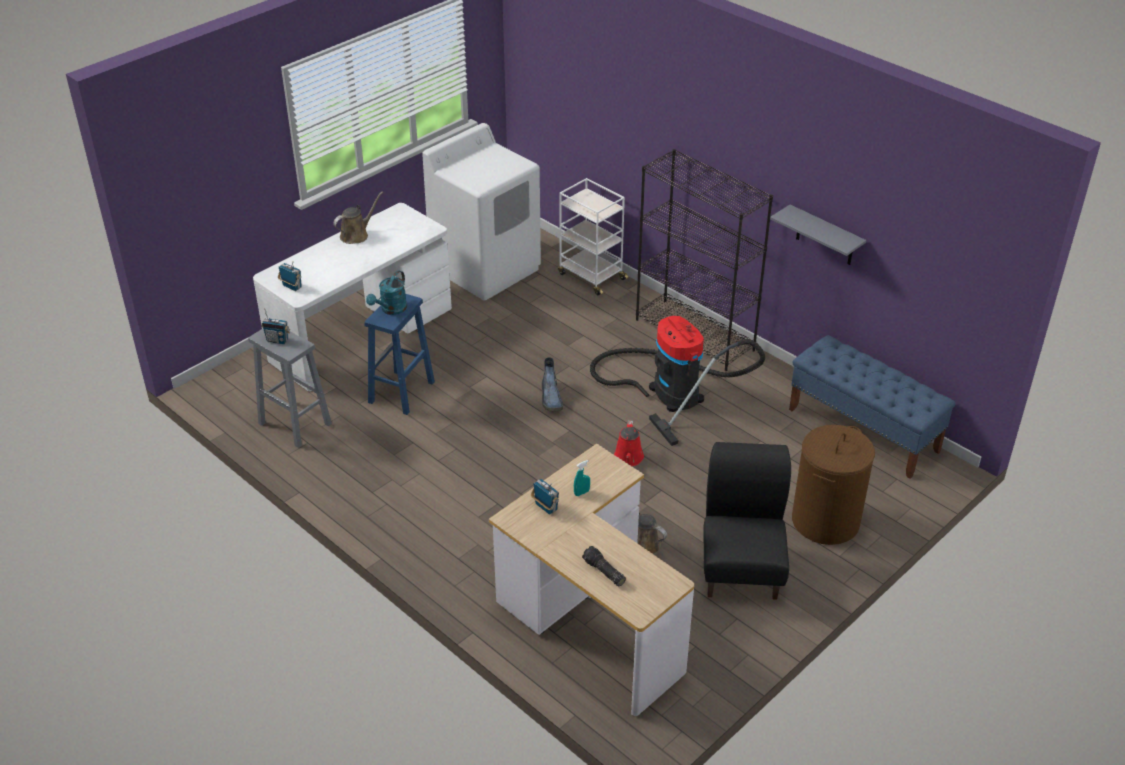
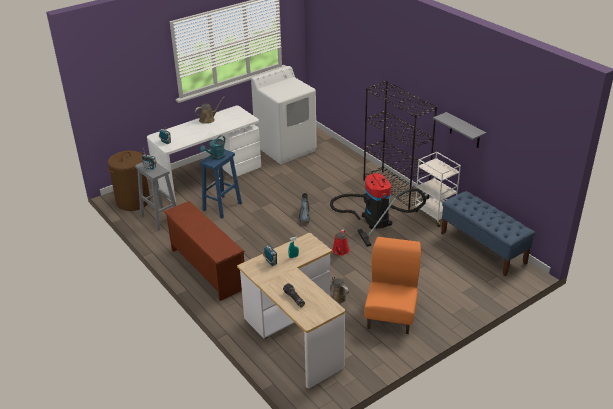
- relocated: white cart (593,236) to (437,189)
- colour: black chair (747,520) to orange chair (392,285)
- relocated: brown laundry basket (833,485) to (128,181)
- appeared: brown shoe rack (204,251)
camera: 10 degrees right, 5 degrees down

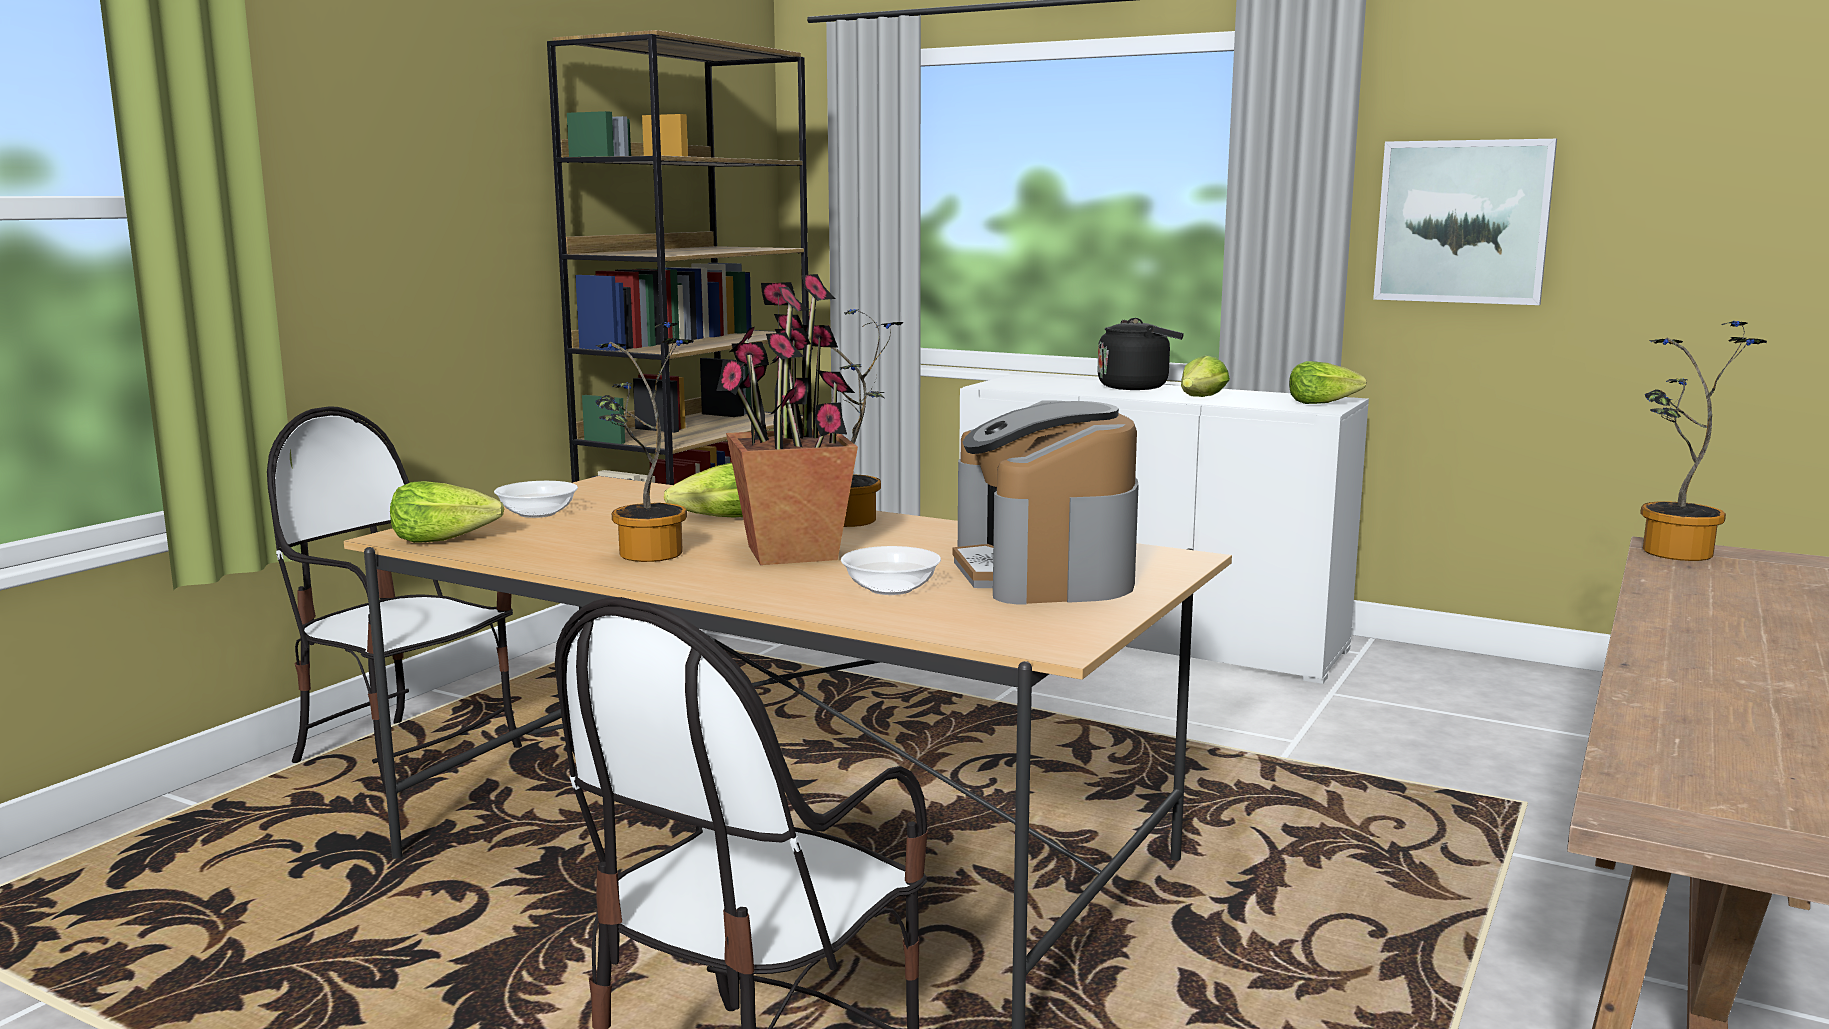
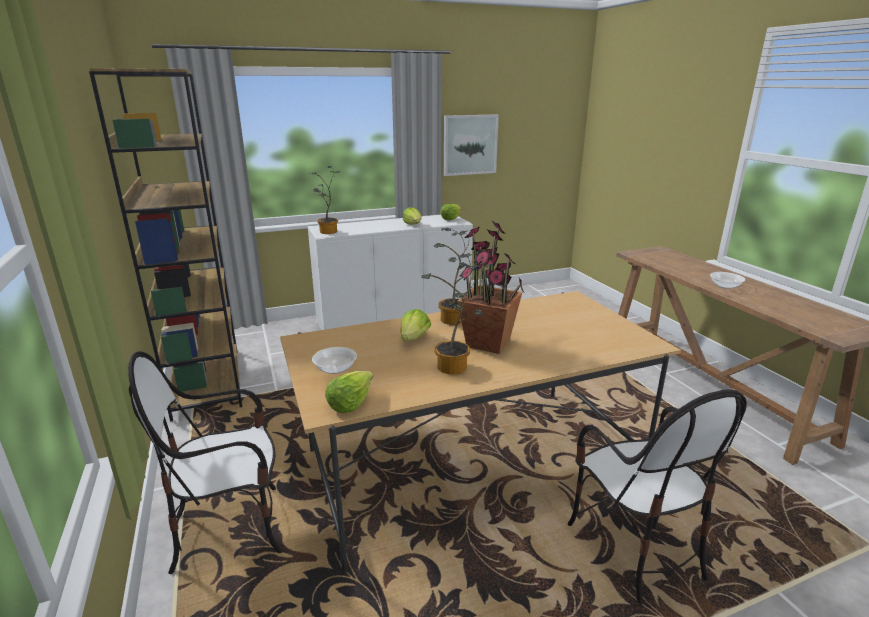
- relocated: bowl (891,570) to (727,280)
- missing: coffee machine (1046,502)
- missing: black kettle (1140,354)
- relocated: potted plant (1703,441) to (323,200)
camera: 50 degrees left, 10 degrees up

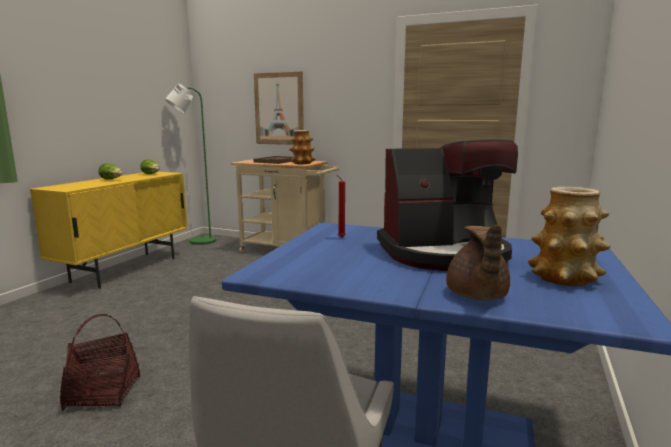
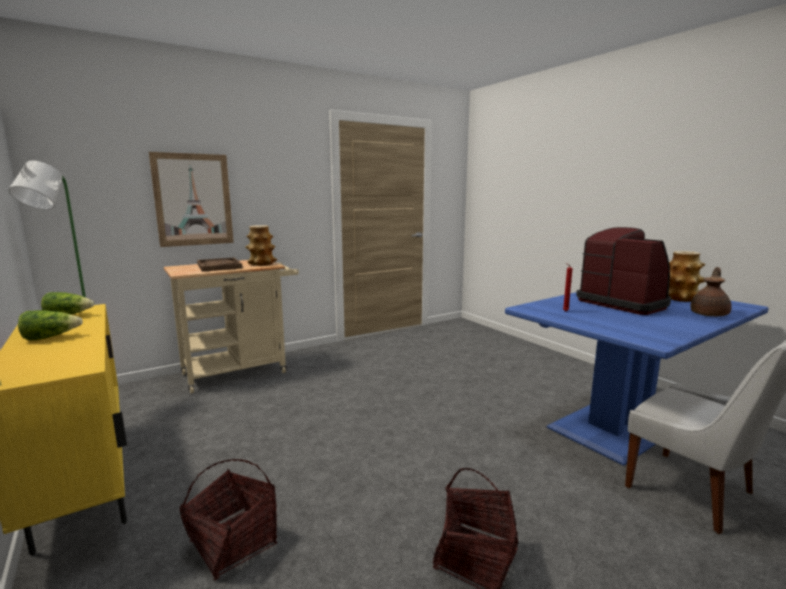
- spun: coffee machine (447,205) = (623,271) 60 degrees counterclockwise
- spun: brown teapot (478,262) = (711,291) 90 degrees counterclockwise
- appeared: basket (228,519)
camera: 55 degrees left, 0 degrees up

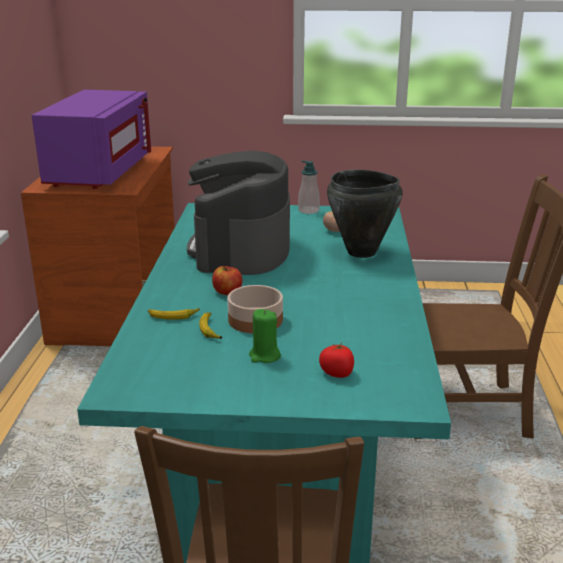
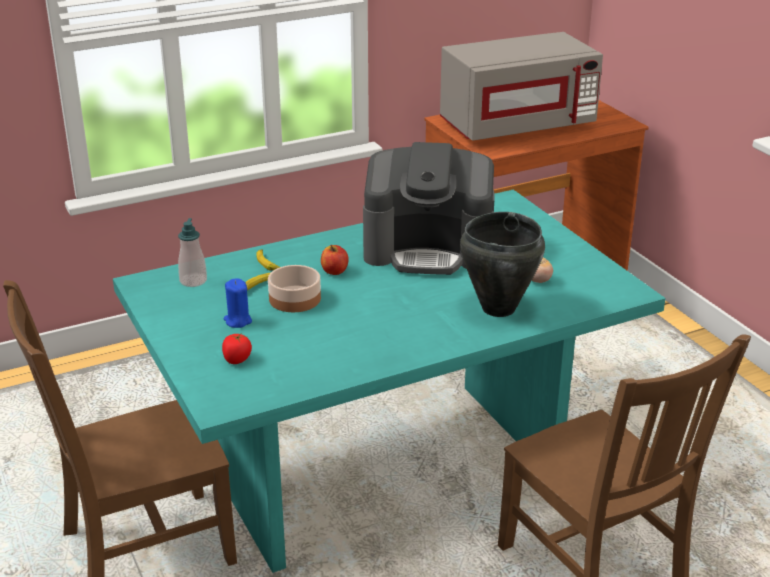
- colour: purple microwave (91,139) to grey microwave (521,86)
- spun: coffee machine (238,213) = (429,208) 150 degrees counterclockwise
- colour: green candle (265,336) to blue candle (238,303)
- relocated: soap dispenser (309,187) to (192,252)
camera: 60 degrees right, 5 degrees up

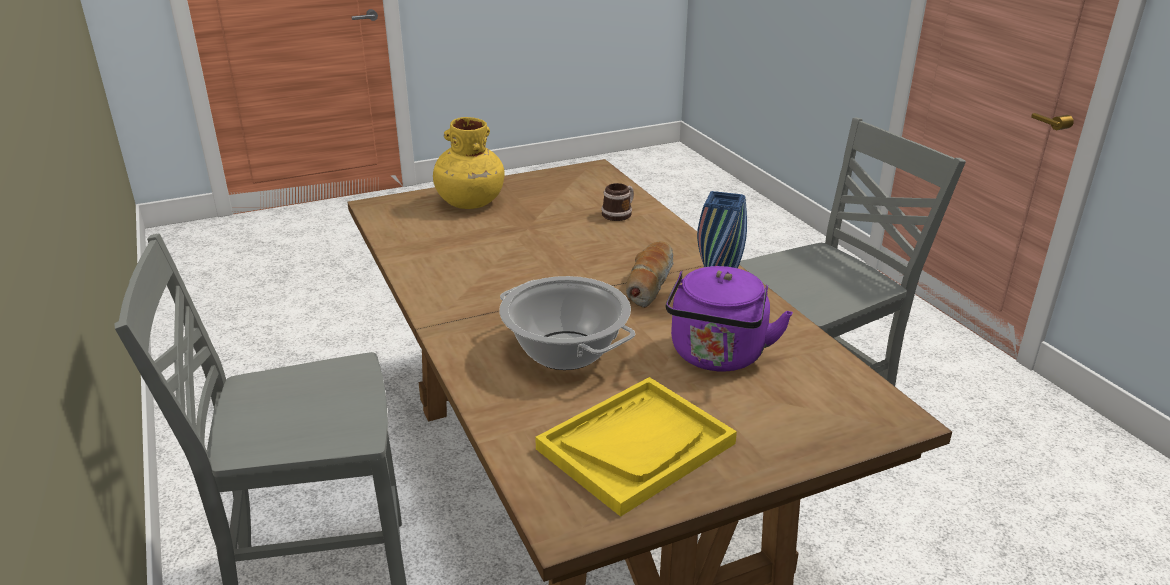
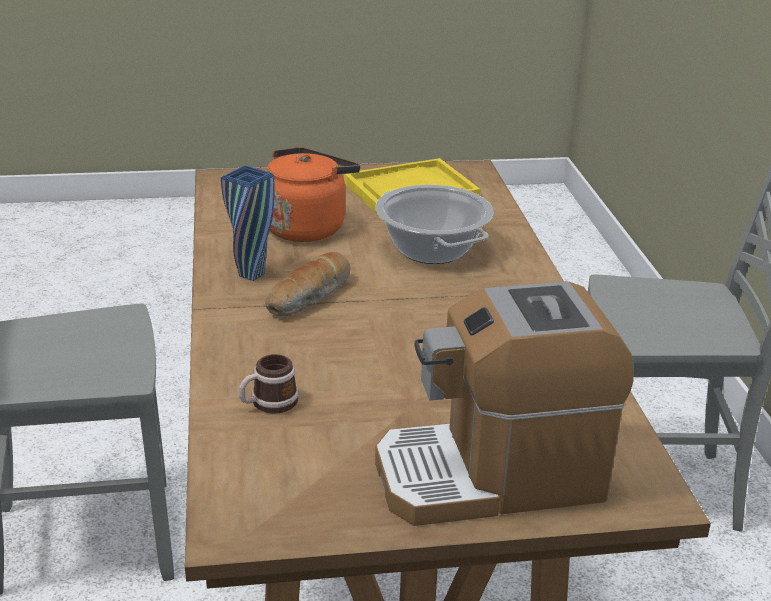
- exchanged: yellow vase (469,163) to coffee machine (504,403)
- colour: purple kettle (729,318) to orange kettle (308,194)
camera: 165 degrees left, 0 degrees up

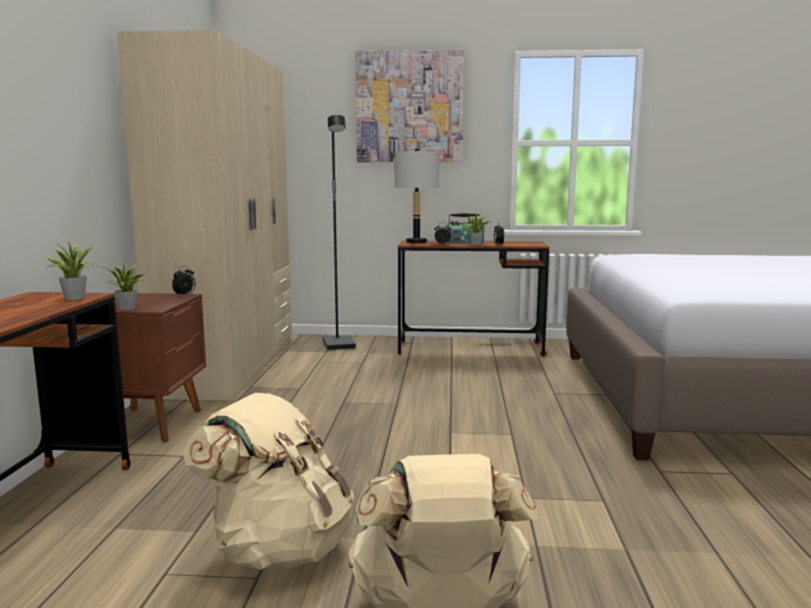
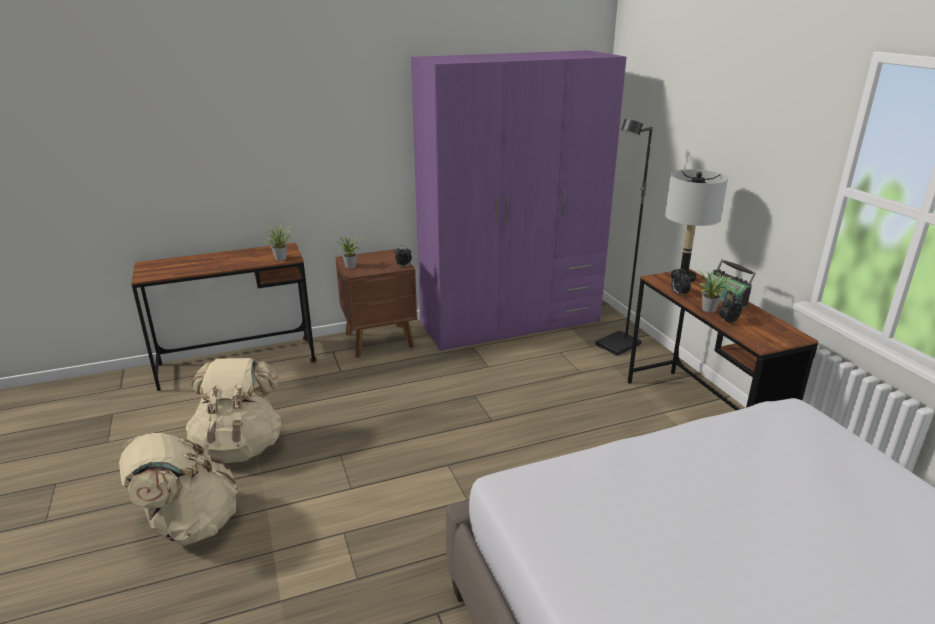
- colour: beige wardrobe (204,215) to purple wardrobe (518,200)
- missing: picture (409,106)
camera: 65 degrees right, 15 degrees up

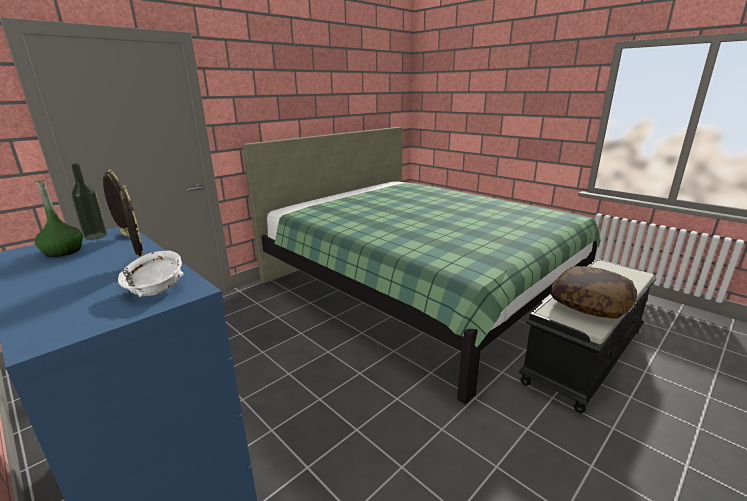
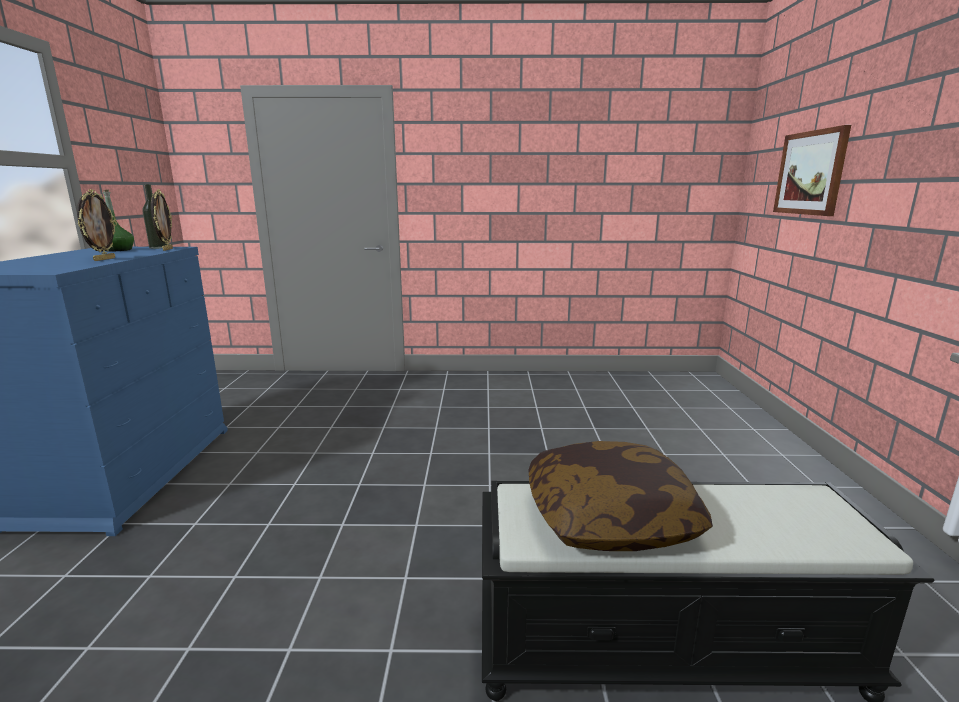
- missing: white bowl (150,274)
- missing: green bed (421,266)
- appeared: picture (812,170)
camera: 45 degrees right, 5 degrees down

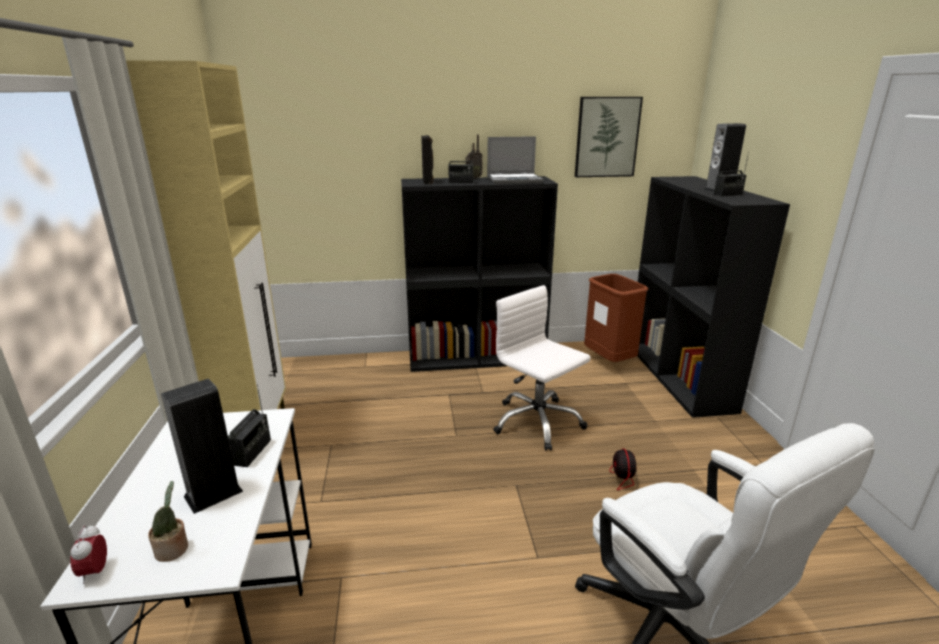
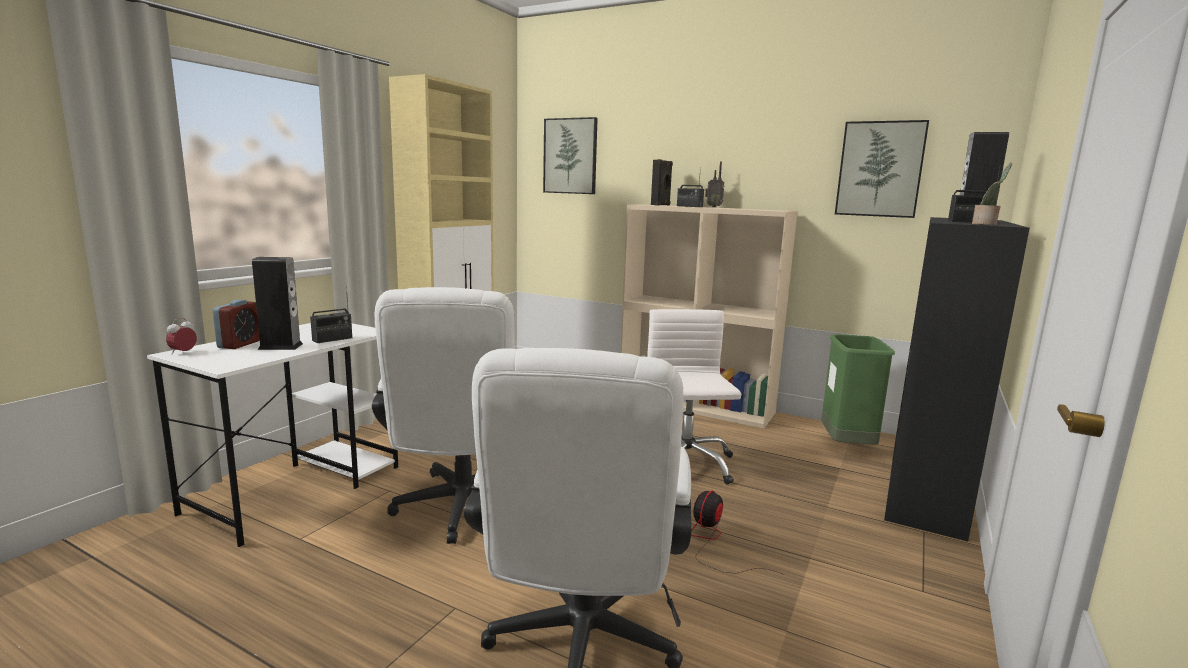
- relocated: potted plant (168,521) to (992,194)
- colour: black bookcase (479,274) to beige bookcase (708,316)
- missing: laptop (515,160)
- colour: brown trash can (616,318) to green trash can (858,389)
- appeared: alarm clock (236,324)
- appeared: white office chair (443,415)
- appeared: picture (570,155)
camera: 35 degrees right, 10 degrees down

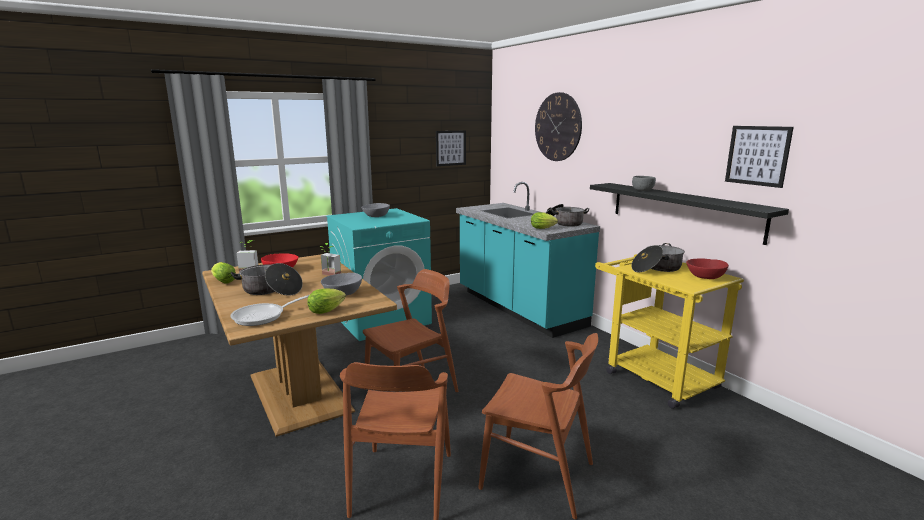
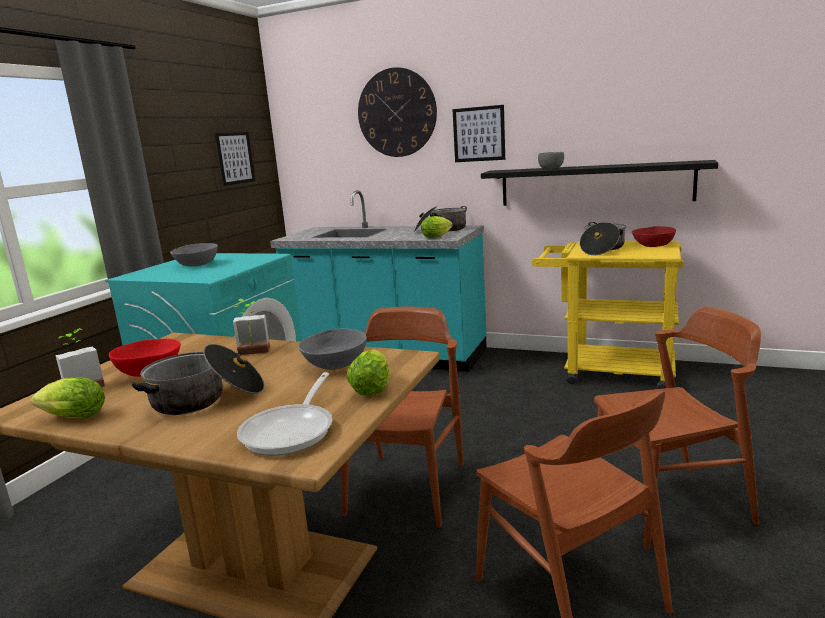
- relocated: picture (759,157) to (479,133)
camera: 35 degrees left, 0 degrees up

